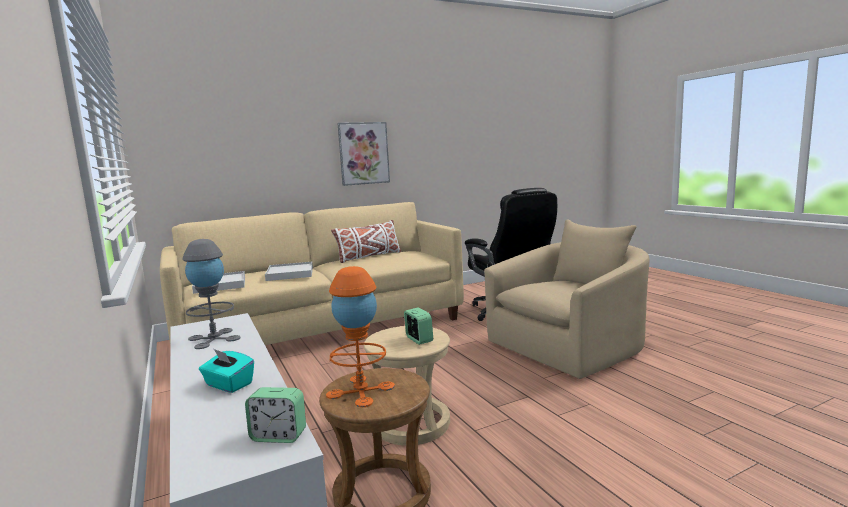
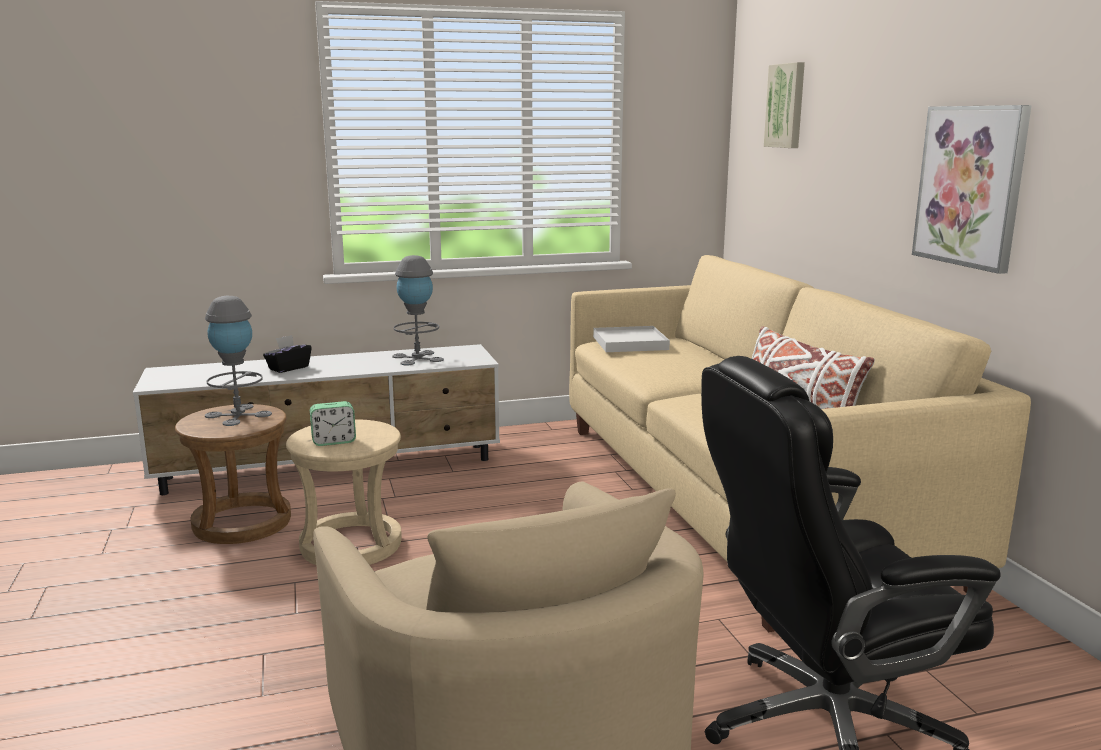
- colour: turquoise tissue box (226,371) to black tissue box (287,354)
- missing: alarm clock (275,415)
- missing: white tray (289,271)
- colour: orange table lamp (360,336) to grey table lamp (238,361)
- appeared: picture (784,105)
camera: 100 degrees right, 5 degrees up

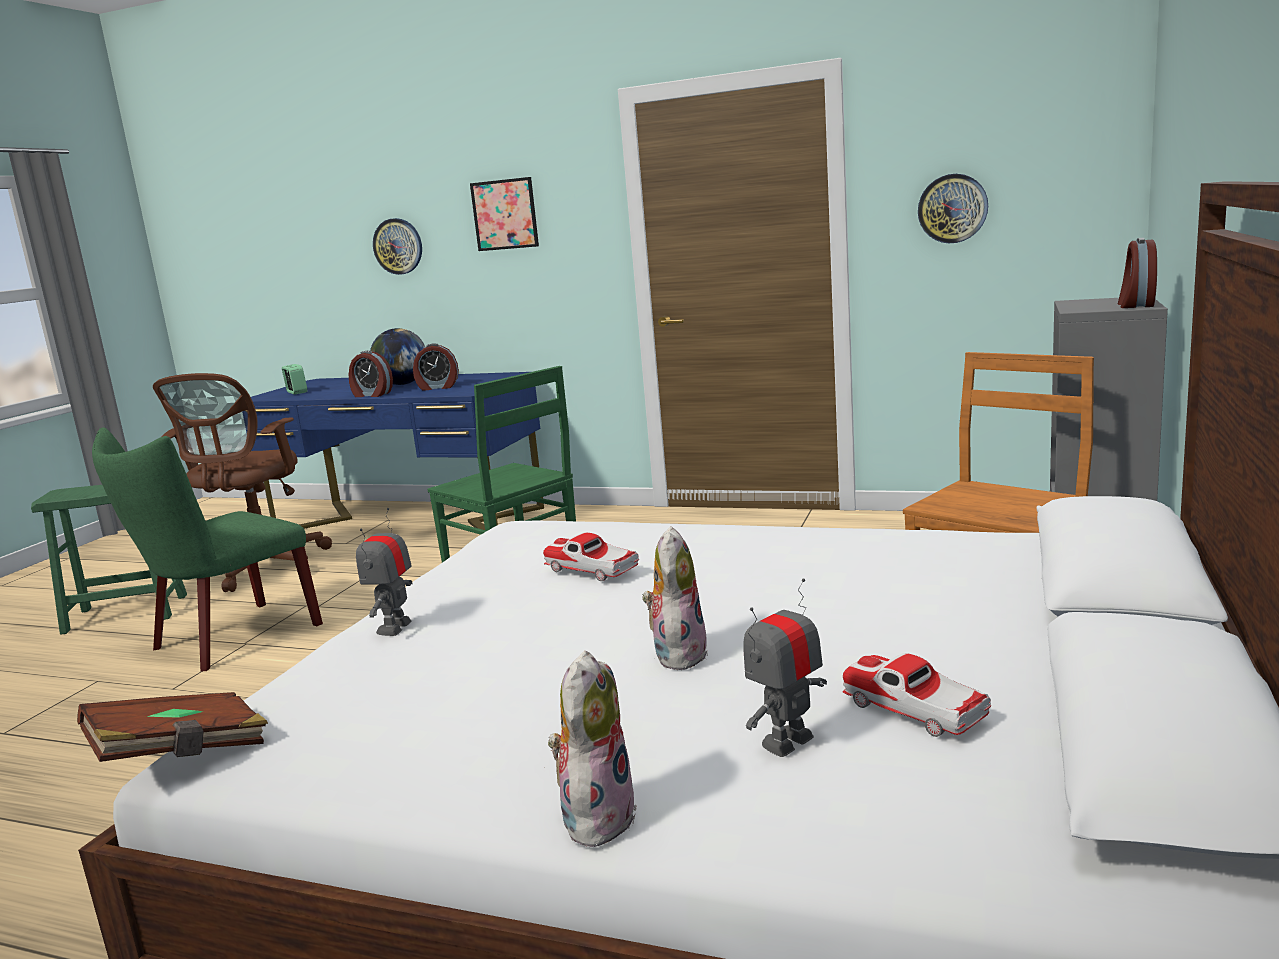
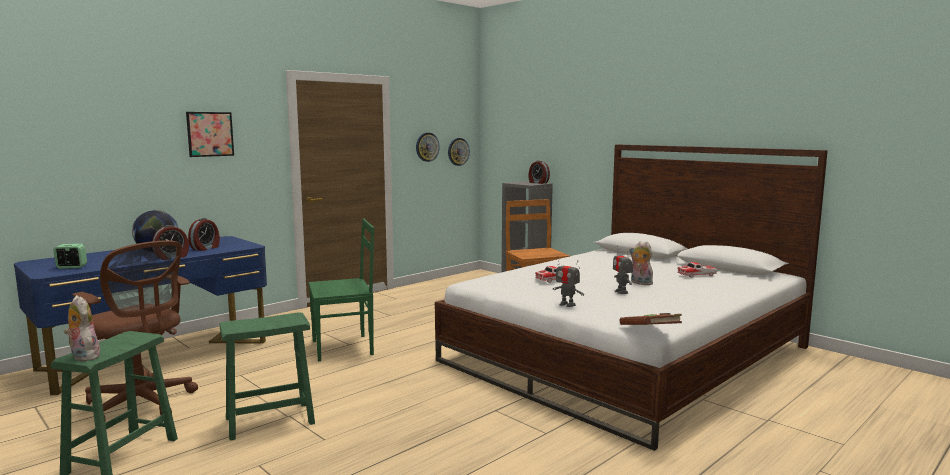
- exchanged: green chair (207,549) to green stool (267,377)
- relocated: wall clock (397,246) to (459,152)
- relocated: plush toy (592,750) to (82,328)
- relocated: toy robot (785,667) to (623,270)
camera: 65 degrees left, 5 degrees down

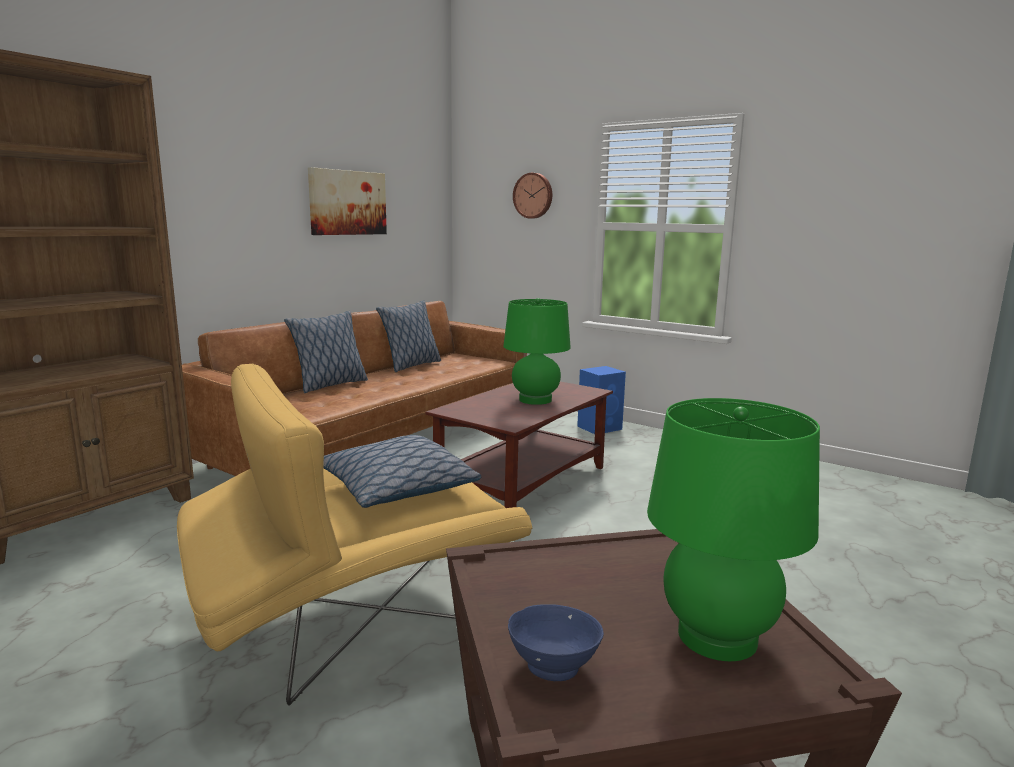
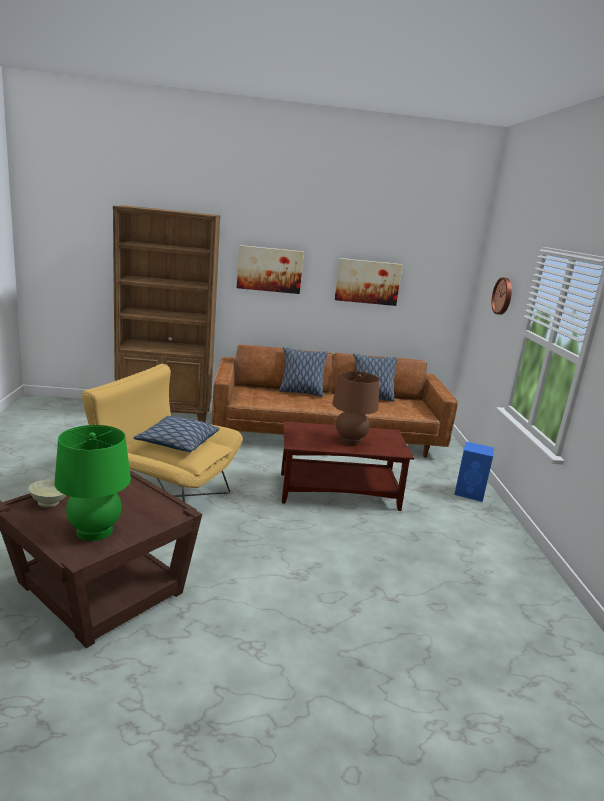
- colour: green table lamp (537,351) to brown table lamp (355,408)
- colour: blue bowl (556,642) to beige bowl (47,493)
- appeared: picture (270,269)
camera: 50 degrees right, 5 degrees up

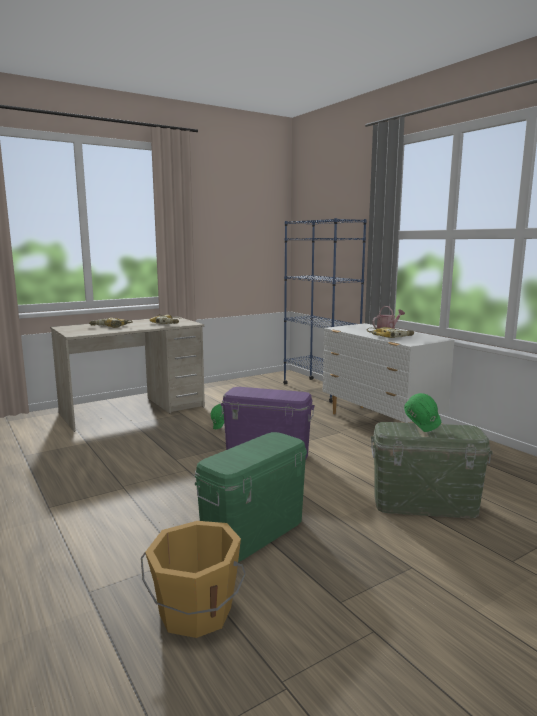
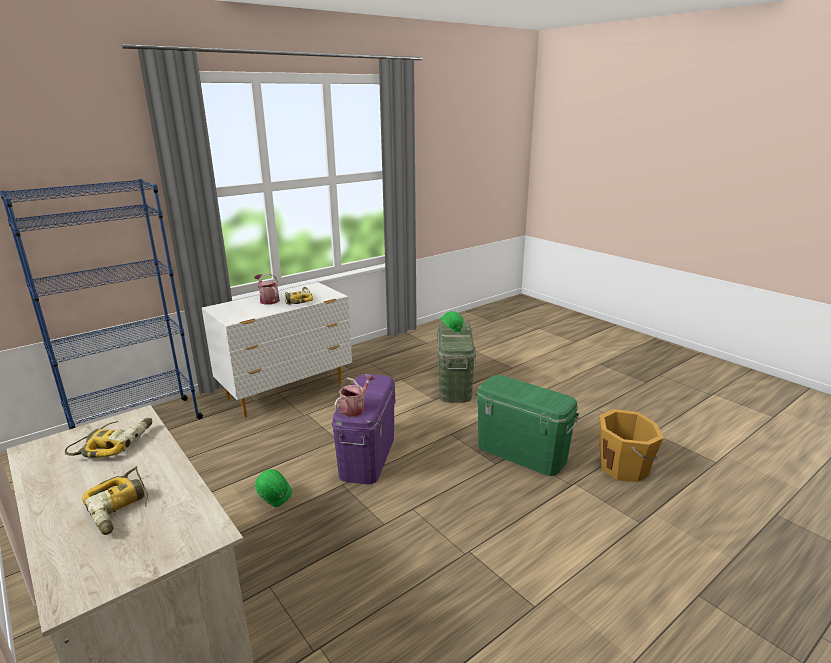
- appeared: watering can (354,395)
camera: 95 degrees left, 10 degrees up

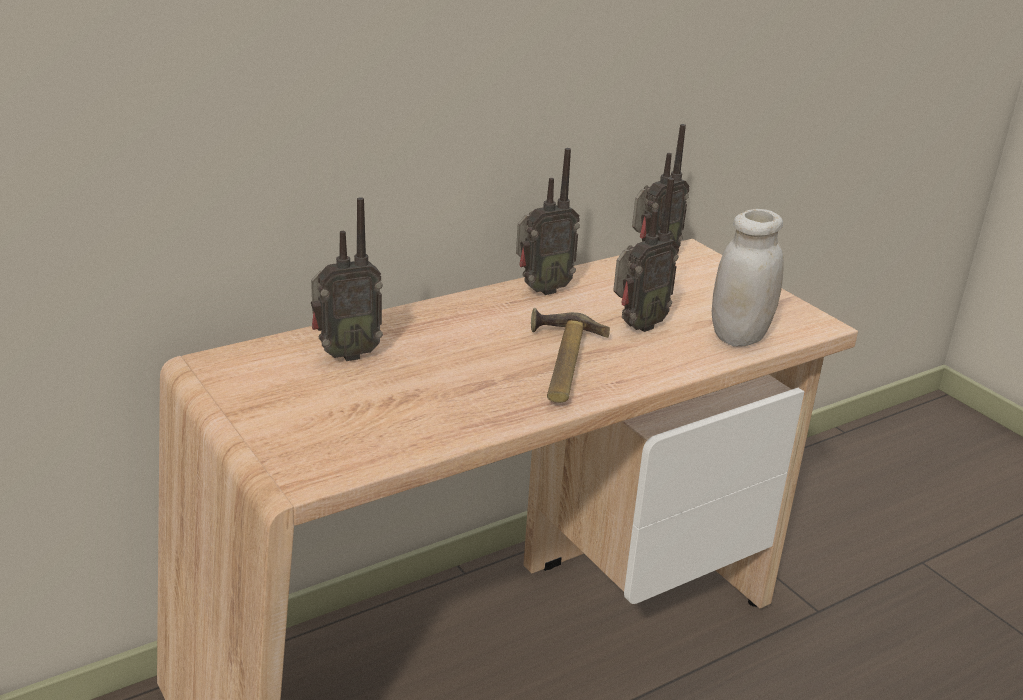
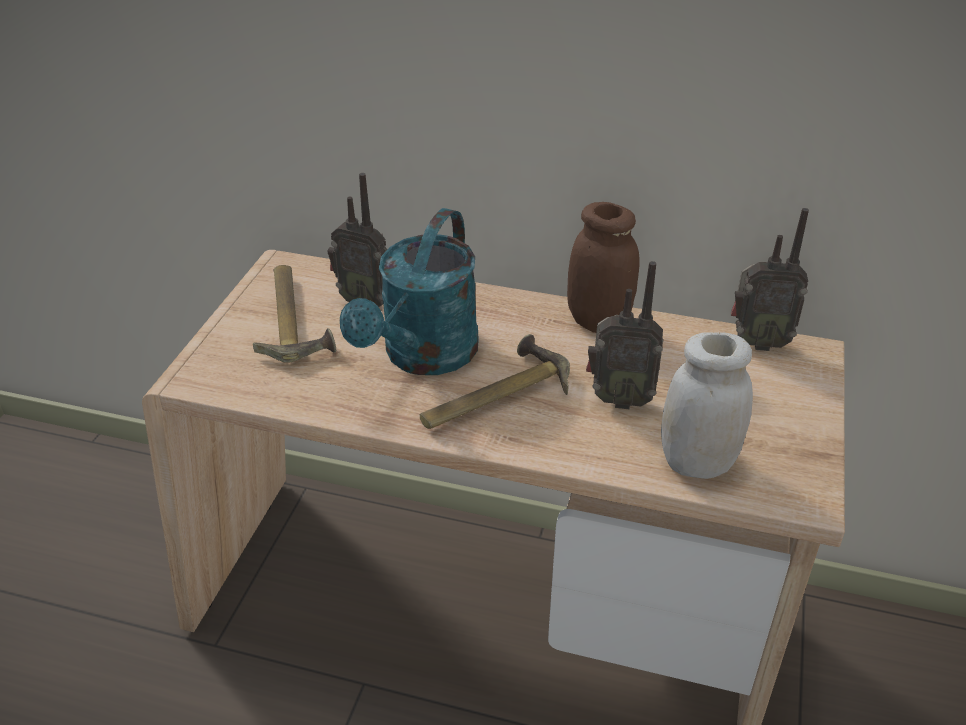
- exchanged: radio (548,221) to brown jar (603,267)
- appeared: hammer (294,314)
- appeared: turquoise watering can (409,291)
camera: 50 degrees right, 10 degrees up

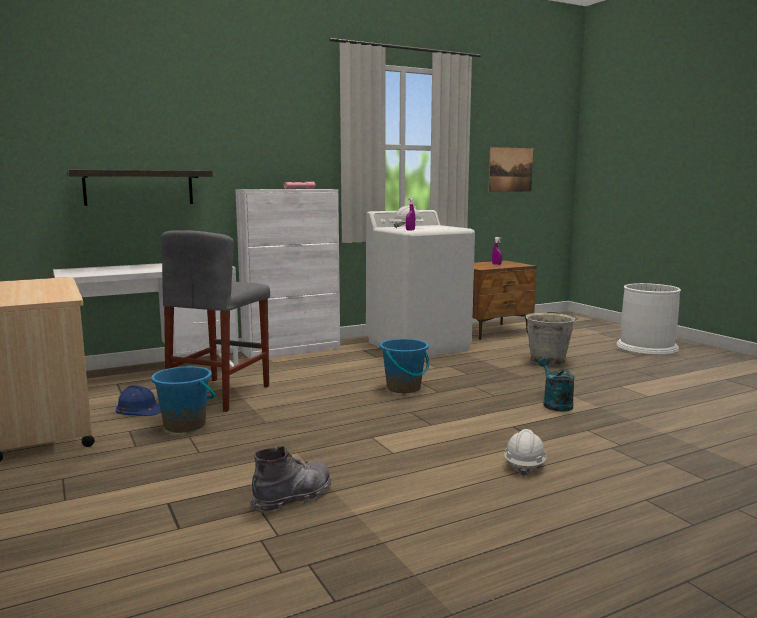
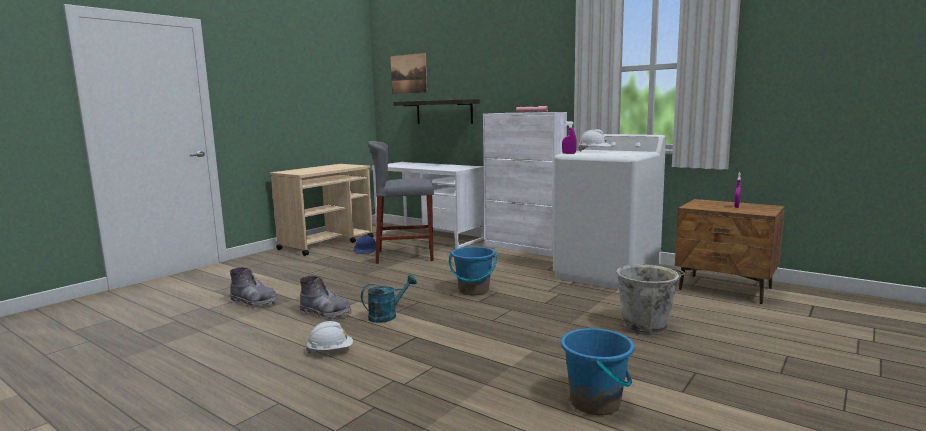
- relocated: blue bucket (183,399) to (597,371)
- relocated: picture (511,169) to (408,73)
- relocated: turquoise watering can (556,384) to (389,299)
- missing: white trash can (648,319)
- appeared: grey boot (326,297)
camera: 65 degrees right, 0 degrees up

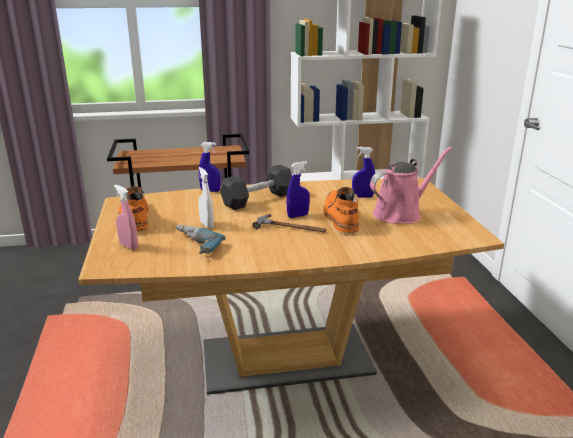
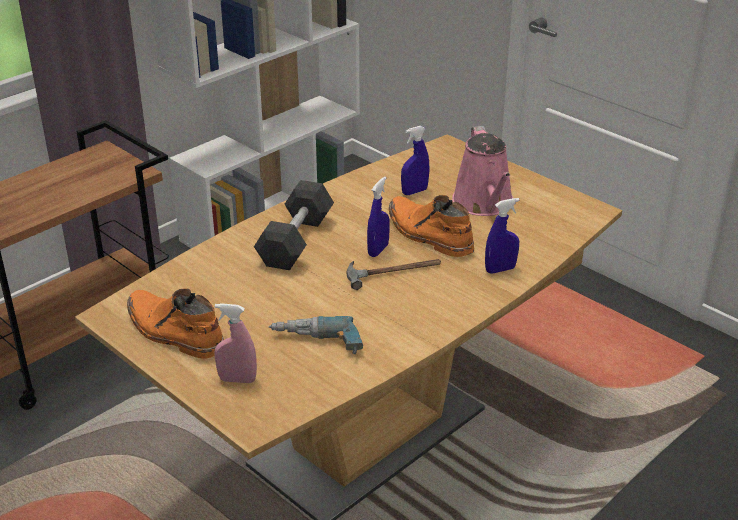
- missing: white spray bottle (206,198)
- relocated: blue spray bottle (210,167) to (502,236)
- spun: pink watering can (411,185) = (482,171) 150 degrees clockwise
camera: 35 degrees left, 10 degrees up

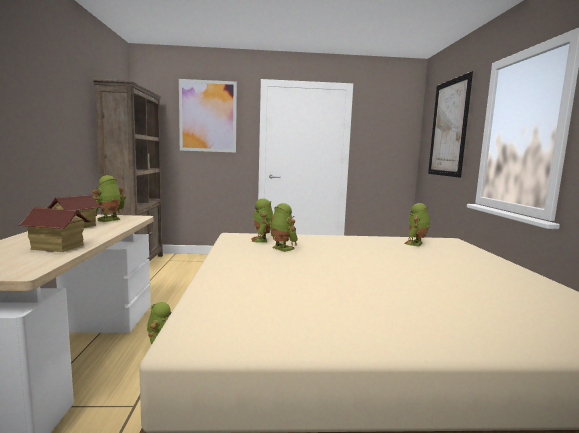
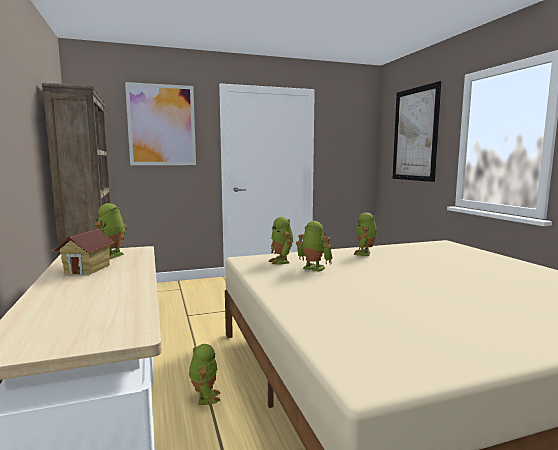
- missing: toy house (54,229)
- relocated: toy robot (417,225) to (365,234)
camera: 15 degrees left, 0 degrees up

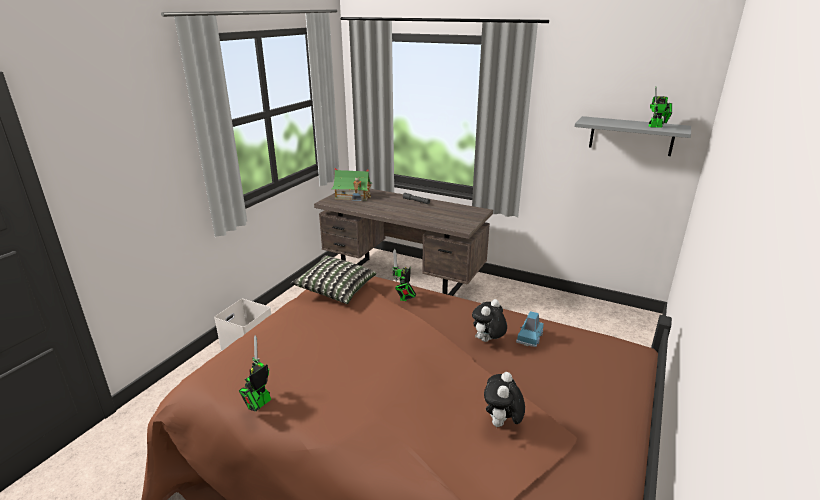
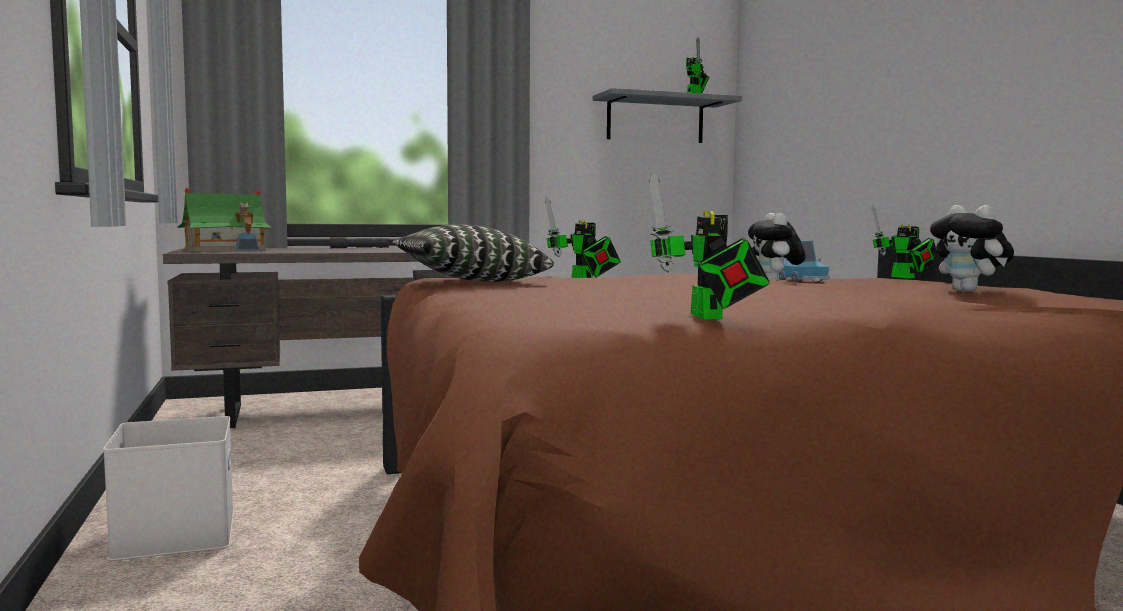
- appeared: toy robot (904,241)
camera: 45 degrees left, 20 degrees down

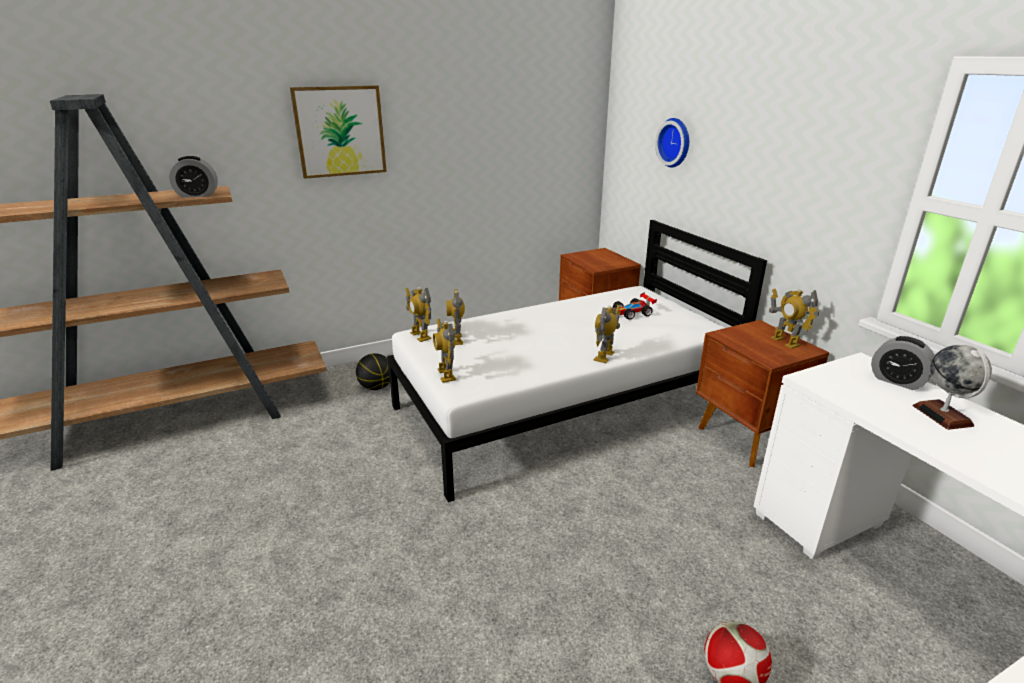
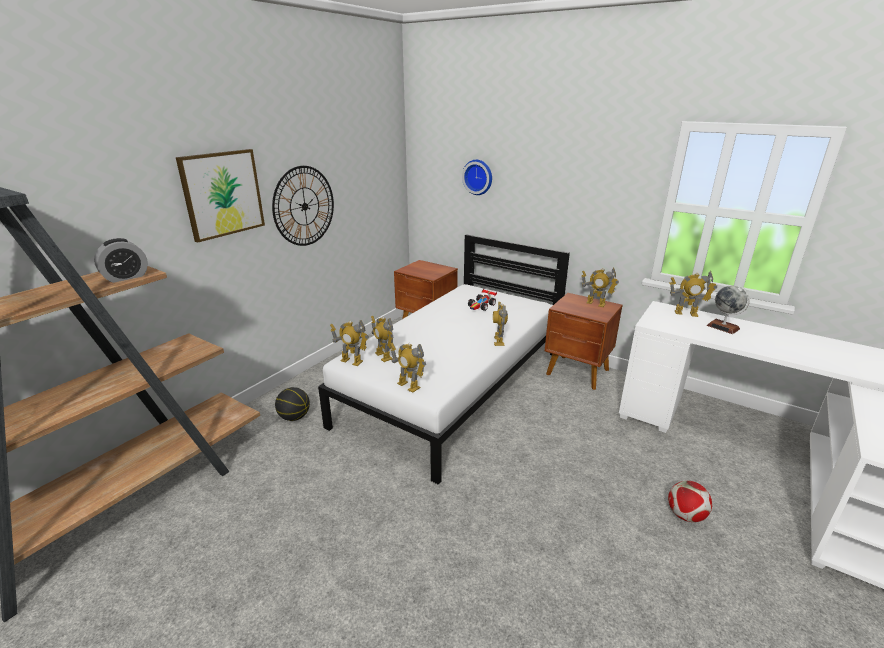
- exchanged: alarm clock (903,363) to toy robot (693,294)
- appeared: wall clock (303,206)
camera: 30 degrees left, 0 degrees up

